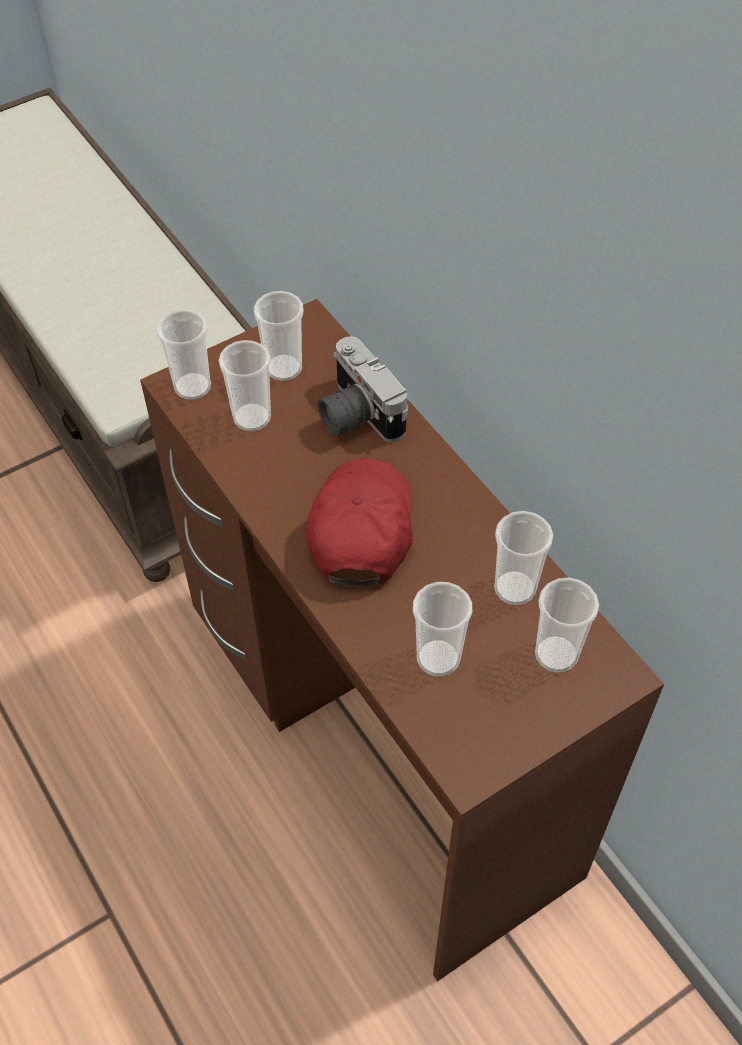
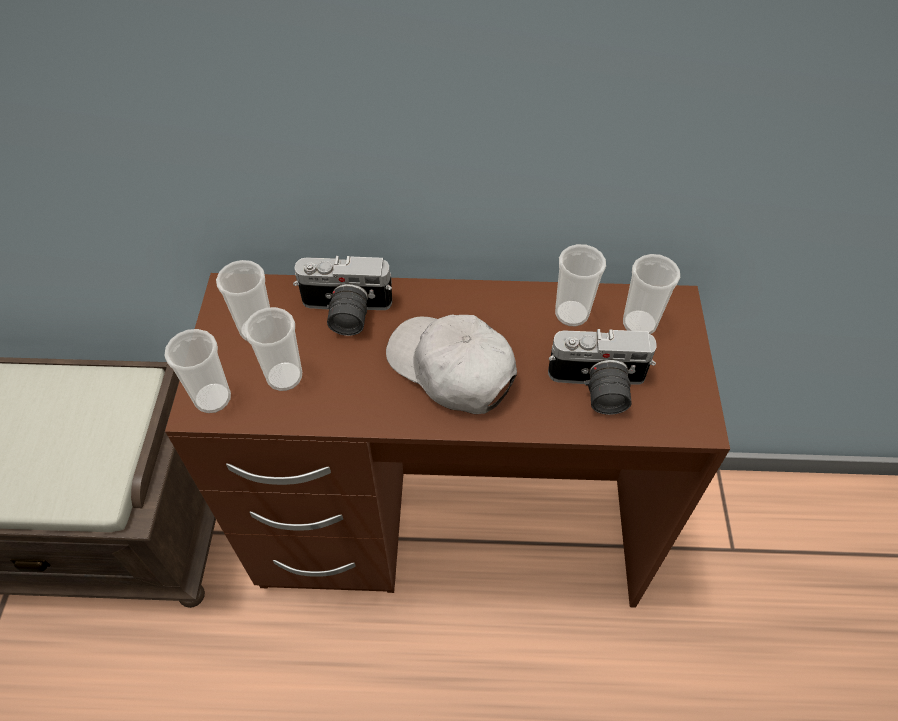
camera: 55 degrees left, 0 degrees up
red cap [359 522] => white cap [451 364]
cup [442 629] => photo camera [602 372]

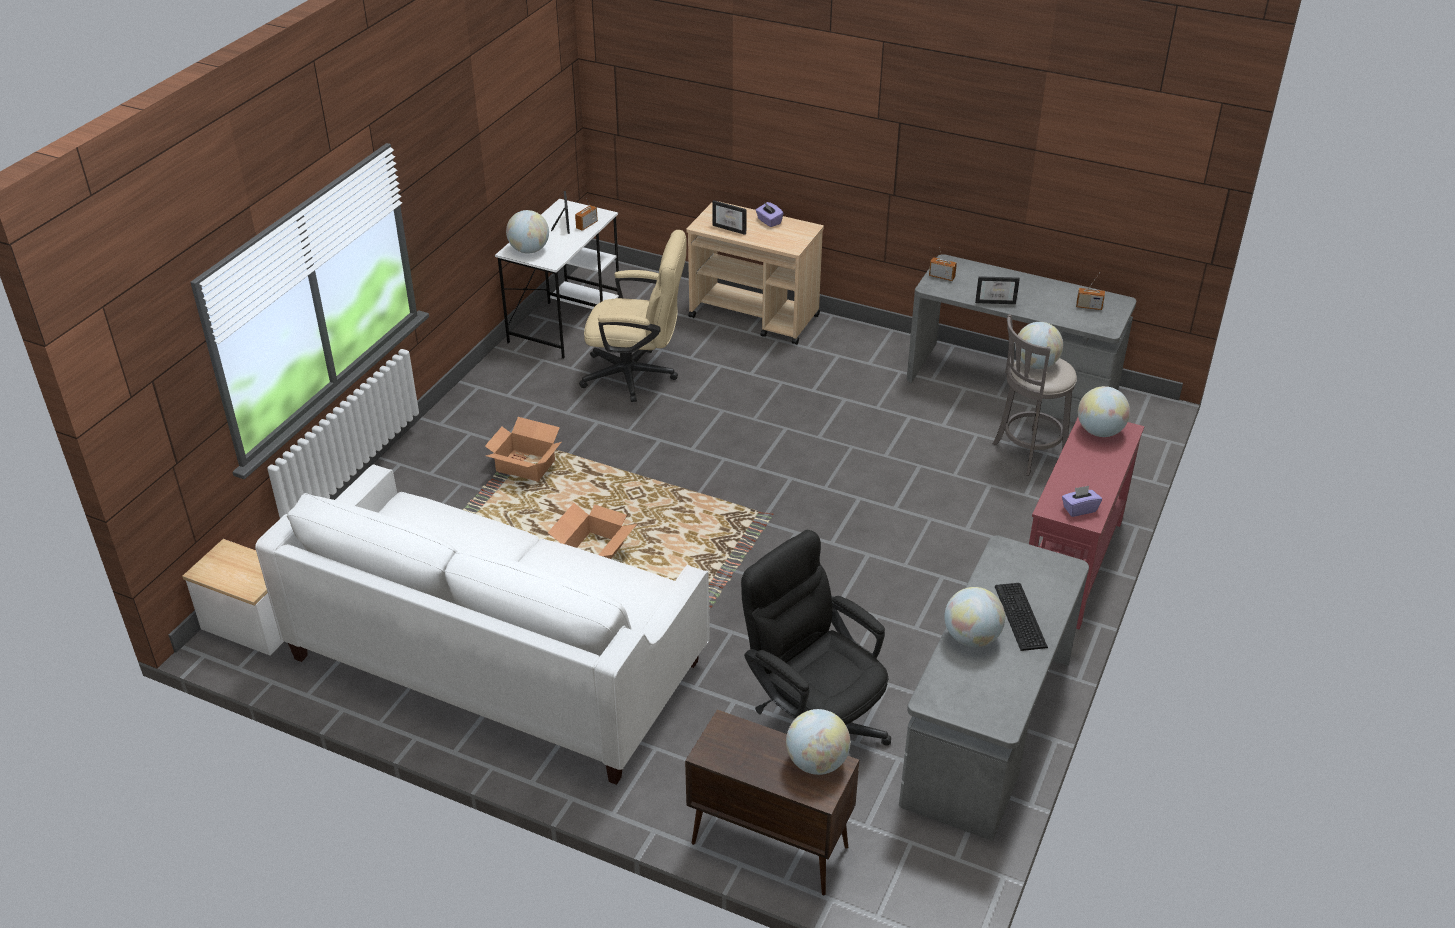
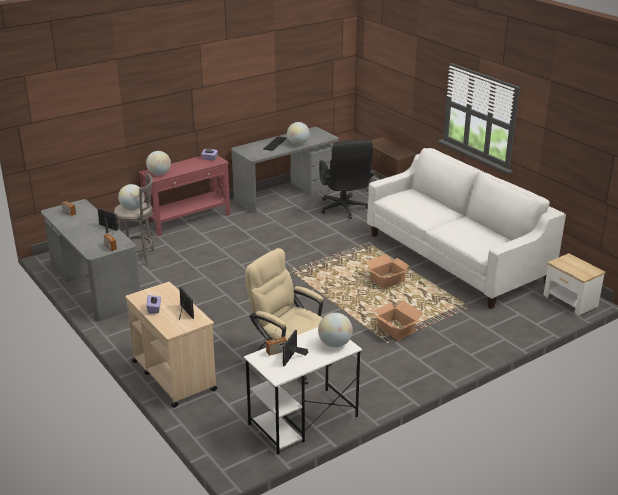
camera: 150 degrees left, 10 degrees down
globe [818 742] => nothing

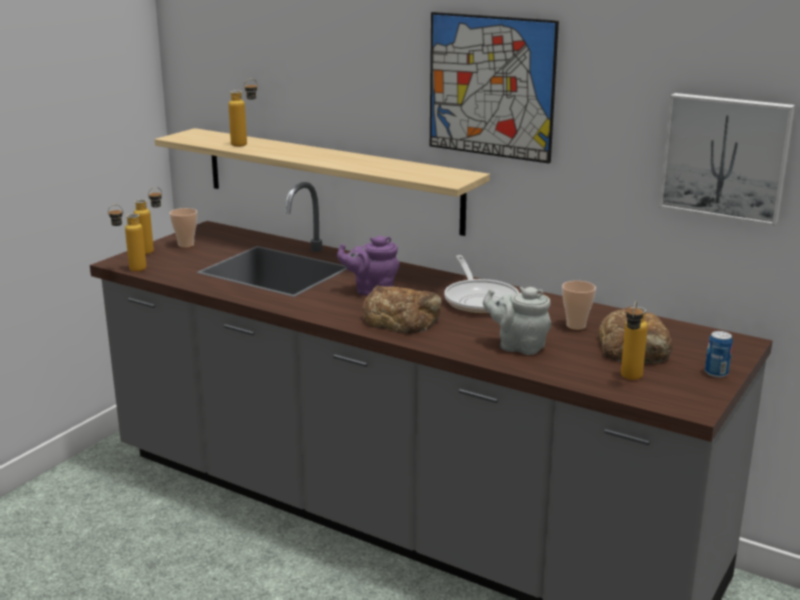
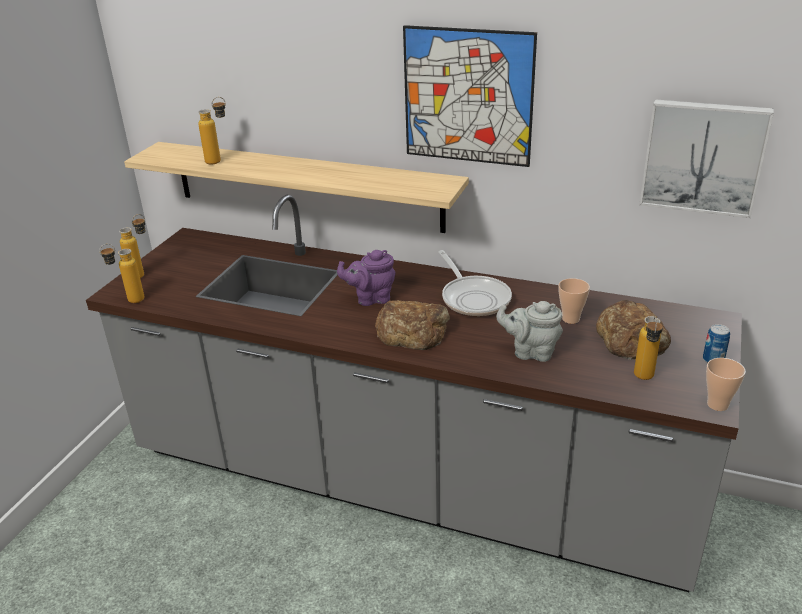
camera: 10 degrees left, 10 degrees up
cup [183 228] => cup [726 384], moved

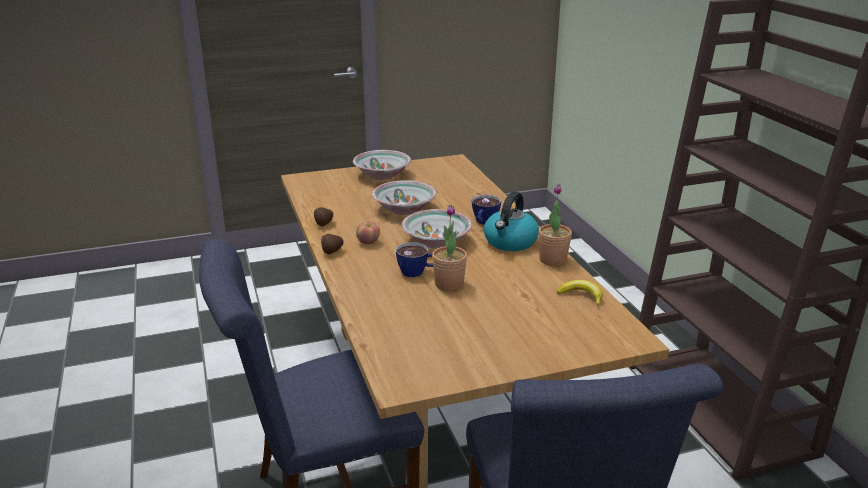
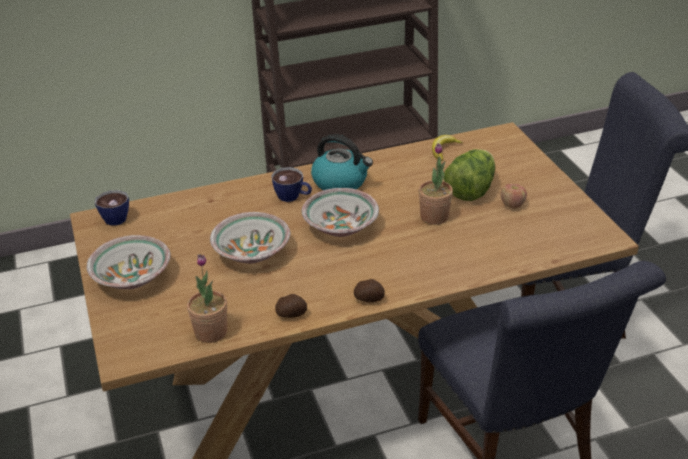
camera: 90 degrees left, 10 degrees up
cup [414 259] => cup [111 208], moved
potted plant [555 225] => potted plant [207 298], moved
nothing => lettuce [469 175]
apple [368 232] => apple [514 196], moved

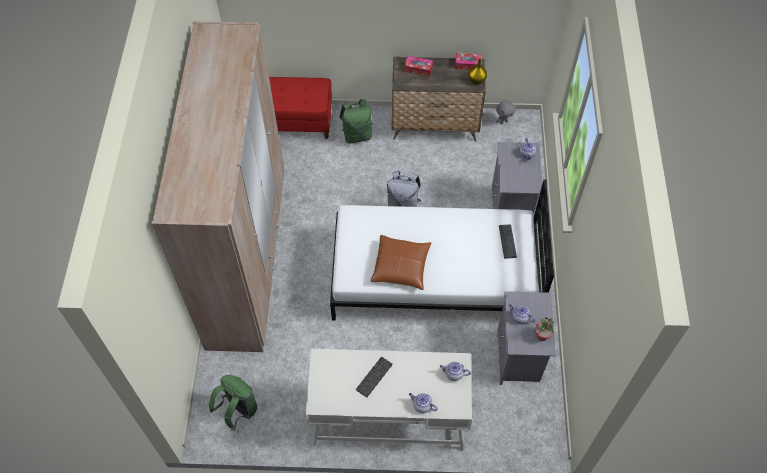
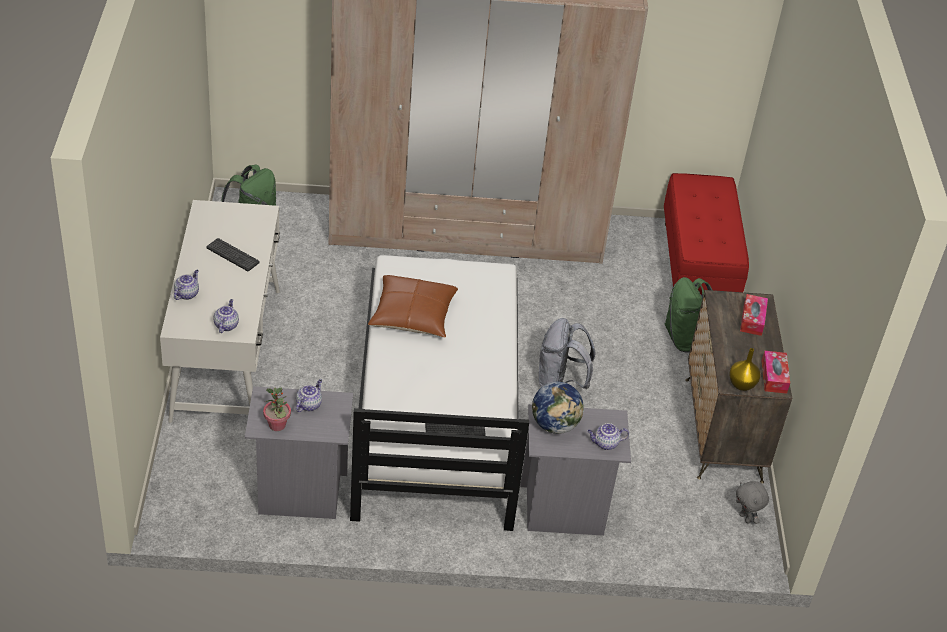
camera: 85 degrees right, 15 degrees down
nothing => globe [558 408]

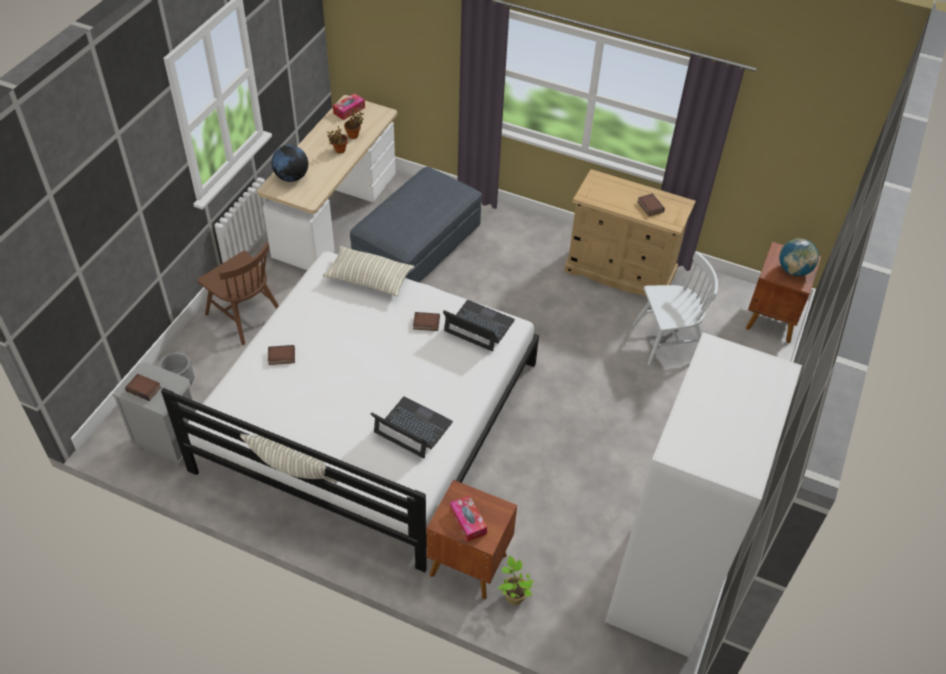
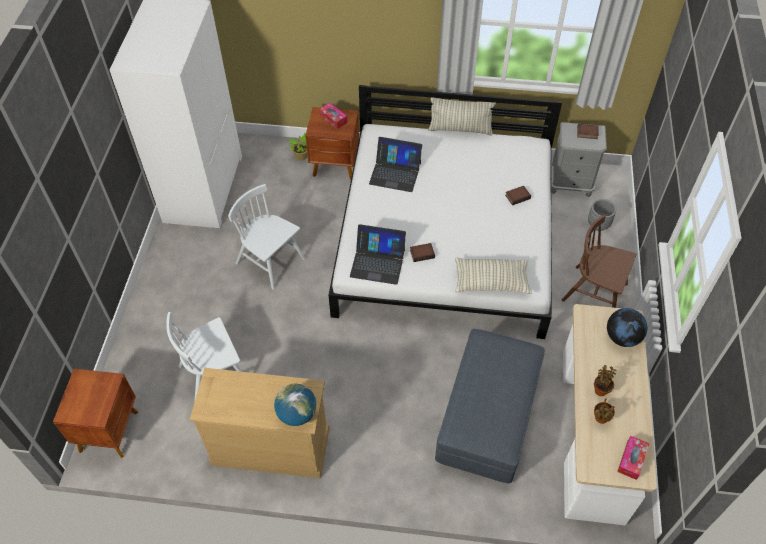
camera: 165 degrees right, 5 degrees up
nothing => white chair [267 237]
globe [799 257] => globe [295 405], moved
book [651 204] => nothing

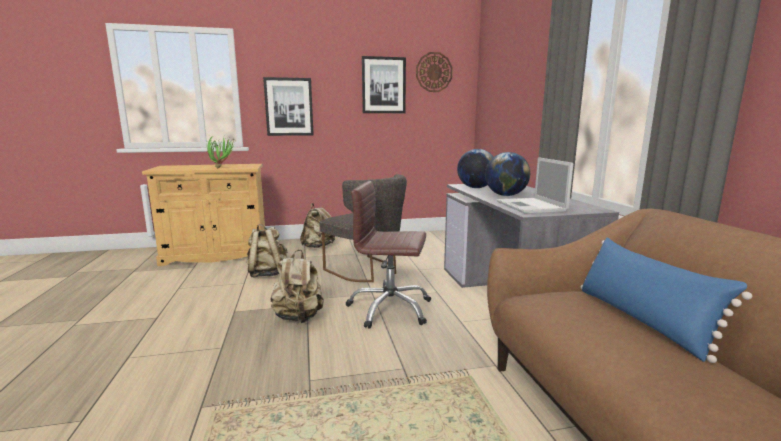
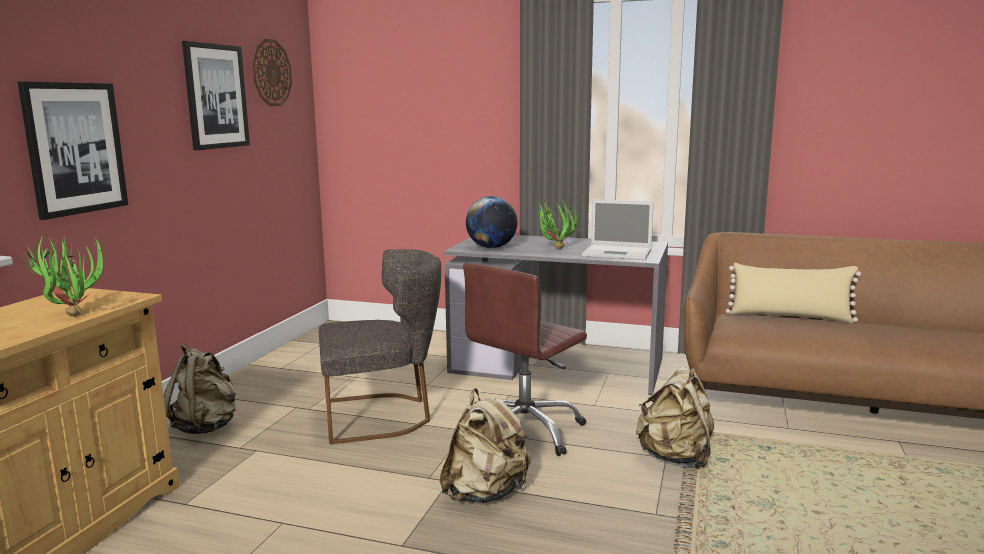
camera: 60 degrees left, 0 degrees up
globe [507 174] => potted plant [555 224]
beige backpack [266 251] => beige backpack [675 418], moved
blue pillow [666 300] => beige pillow [793 293]

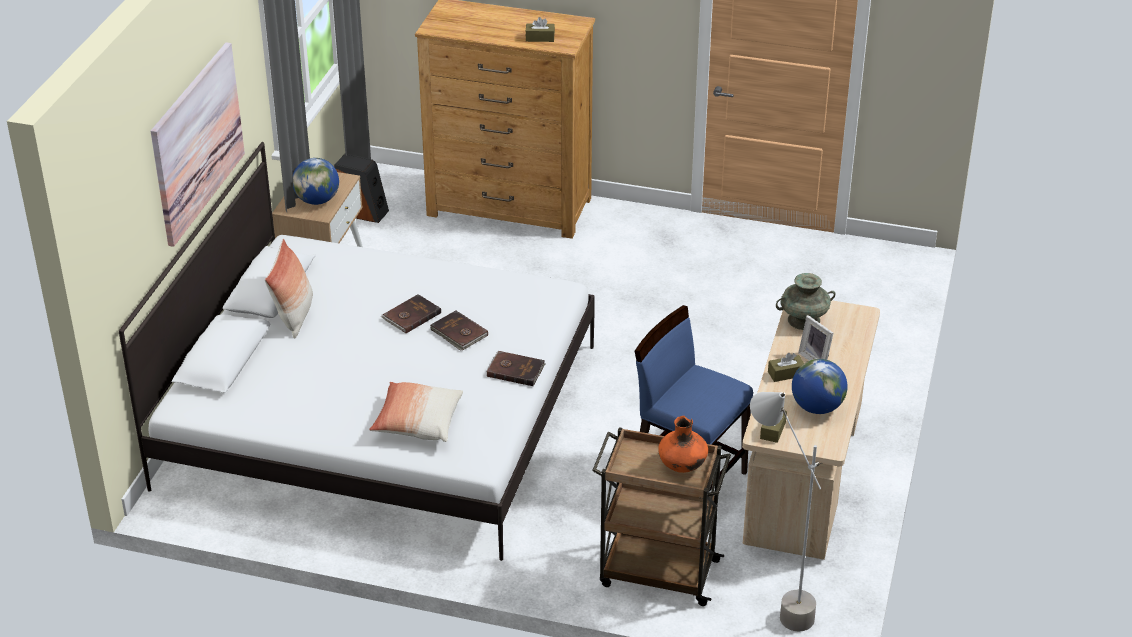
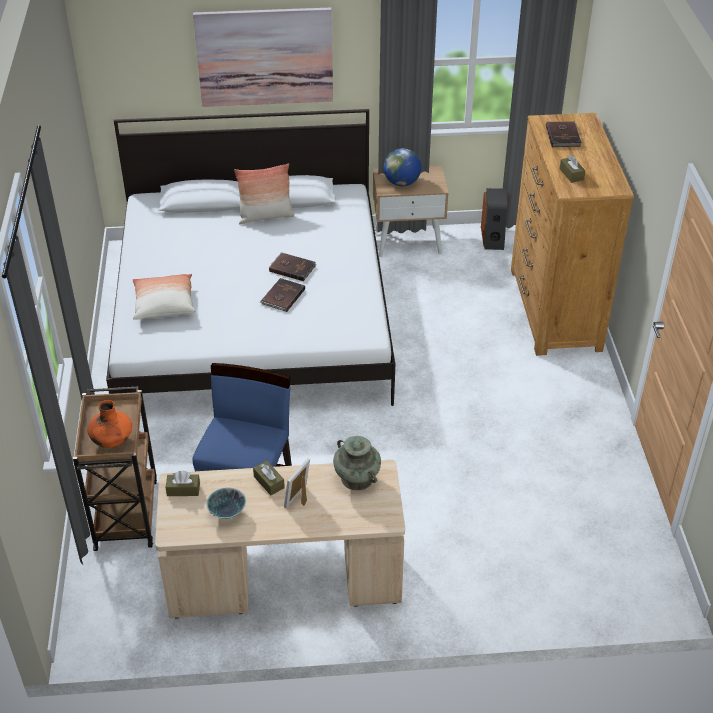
camera: 70 degrees right, 5 degrees up
globe [820 386] => bowl [226 503]
brown book [516 368] => brown book [564 134], moved
grey floor lamp [786 511] => nothing

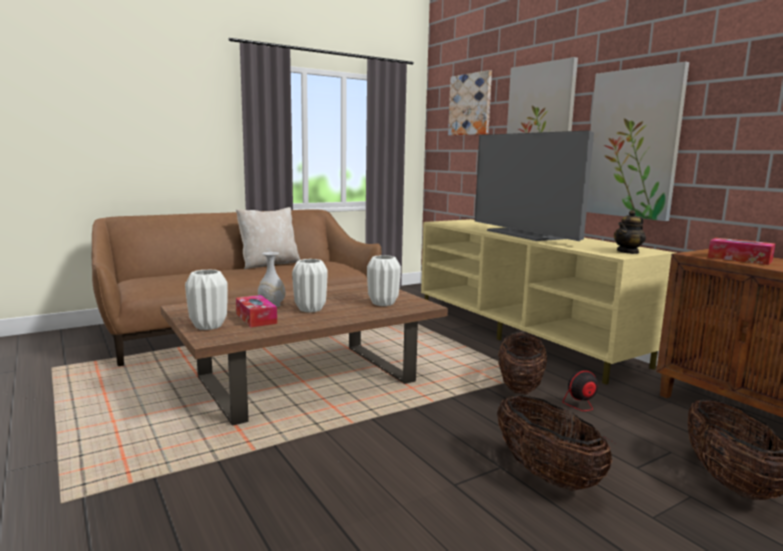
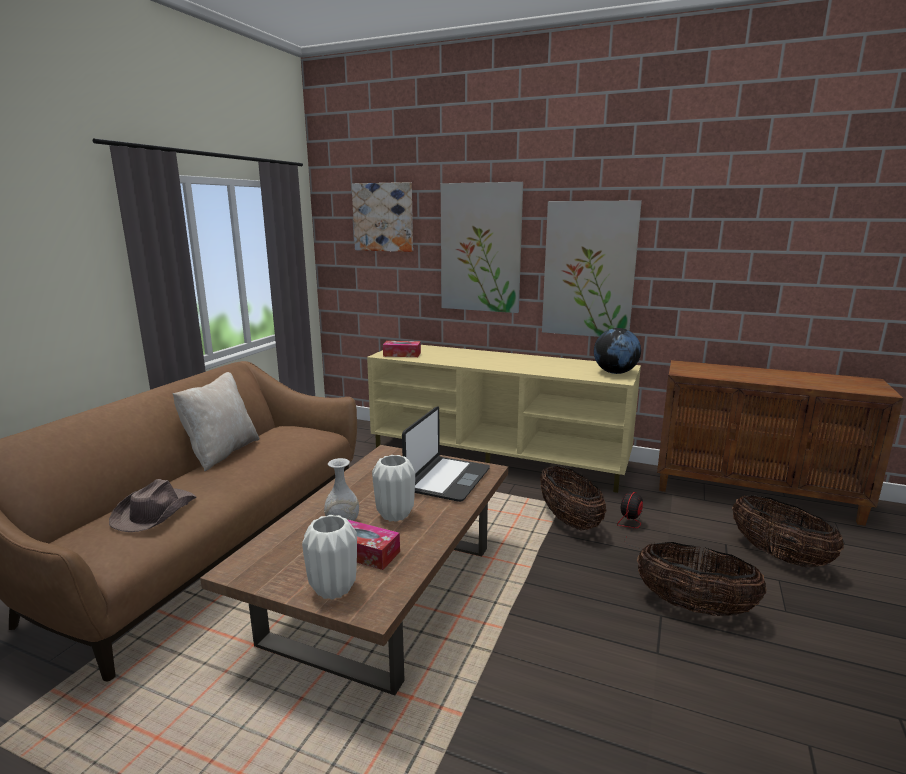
camera: 35 degrees left, 5 degrees up
nothing => brown hat [153 505]
tissue box [742 251] => tissue box [402 349], moved
white vase [384 280] => laptop [446 454]
teapot [630 232] => globe [617 351]
television [534 186] => nothing

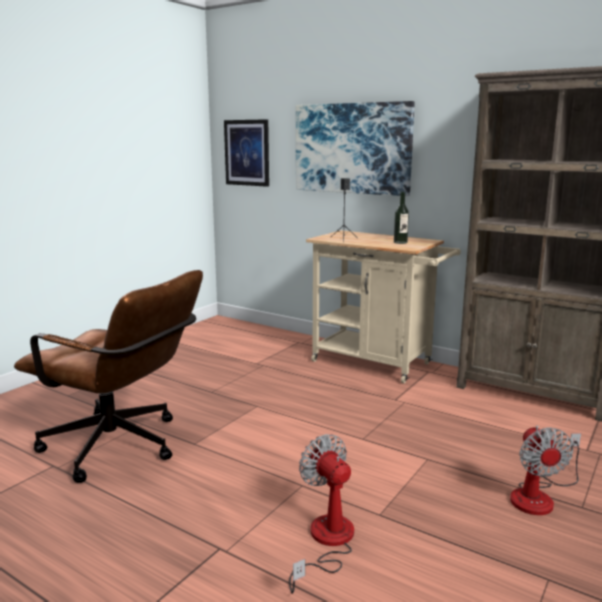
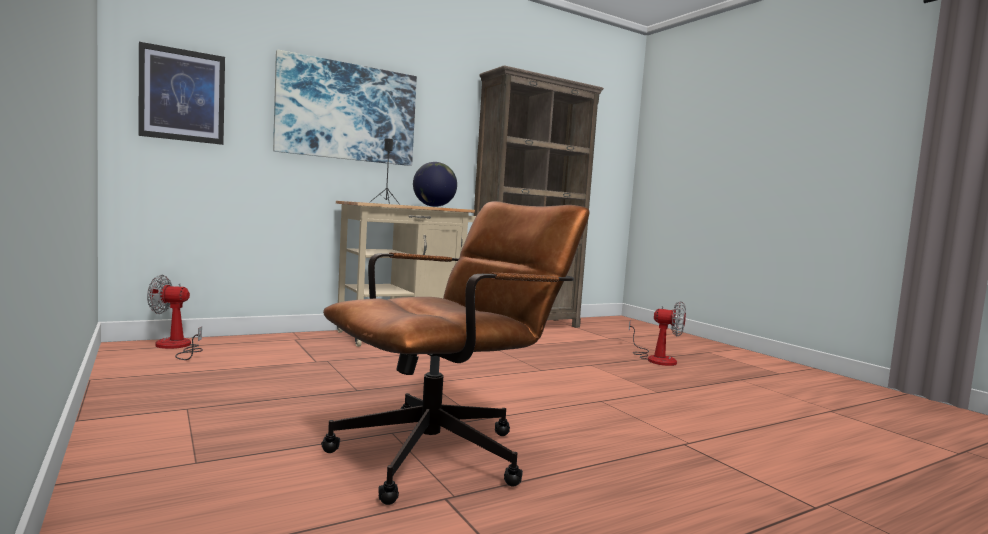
camera: 65 degrees left, 10 degrees down
fan [321 514] => fan [175 317], moved
bottle [401 218] => globe [435 184]

